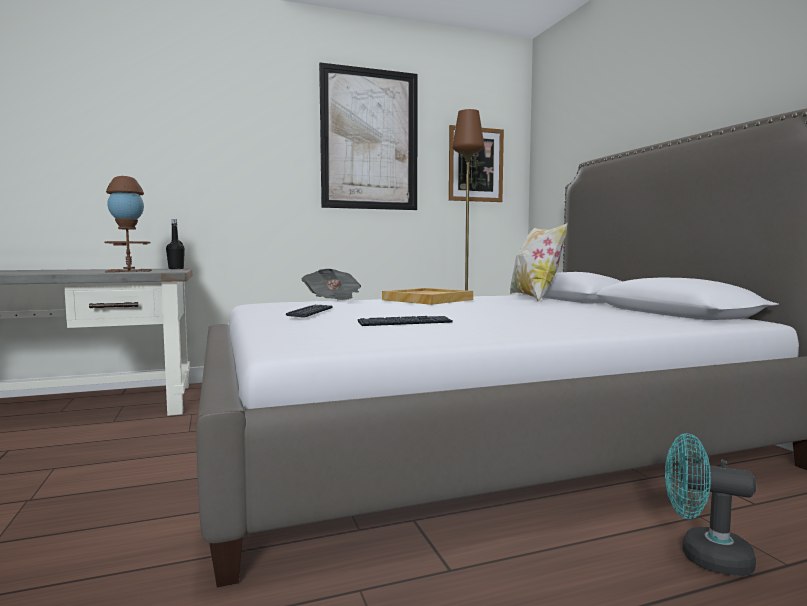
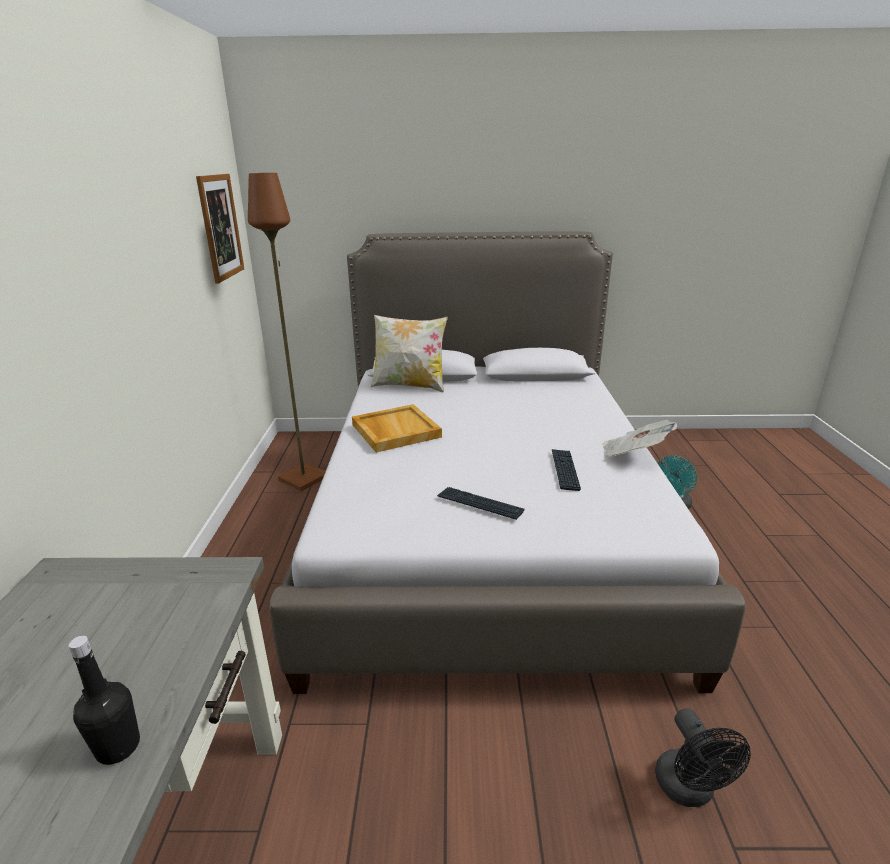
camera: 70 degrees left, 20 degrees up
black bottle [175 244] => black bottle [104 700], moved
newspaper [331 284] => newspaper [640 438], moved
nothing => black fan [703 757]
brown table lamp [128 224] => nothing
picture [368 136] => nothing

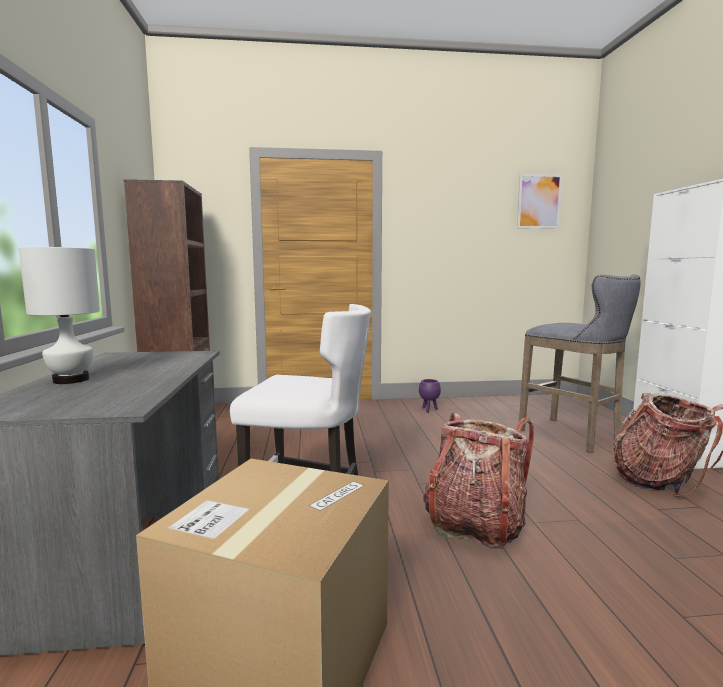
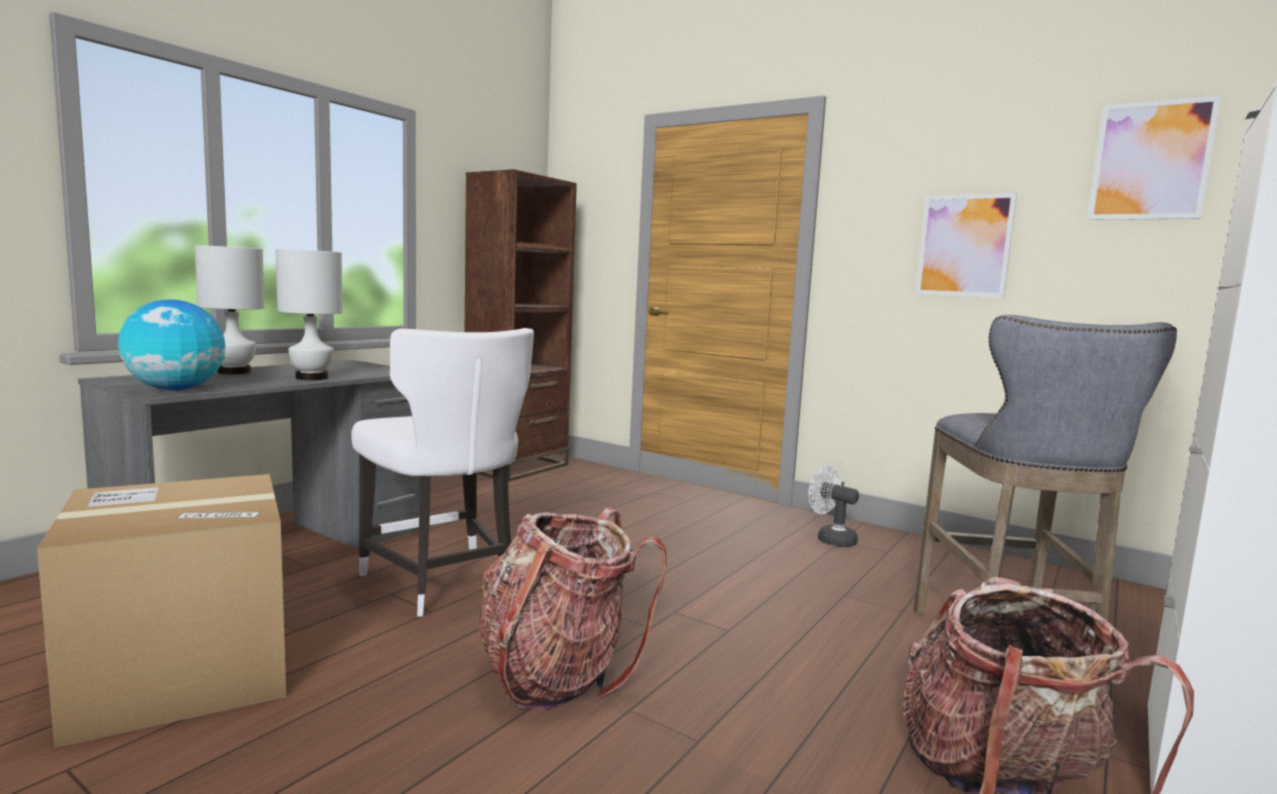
camera: 40 degrees right, 0 degrees up
nothing => globe [171 344]
nothing => white table lamp [308 314]
purple planter [430 395] => white fan [833 506]
nothing => picture [966 245]

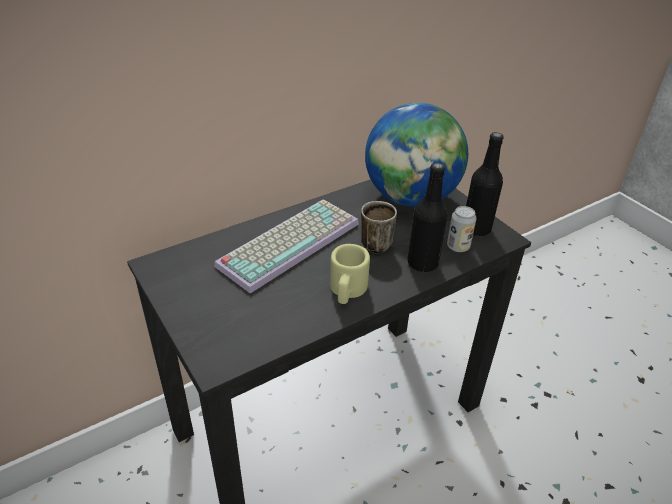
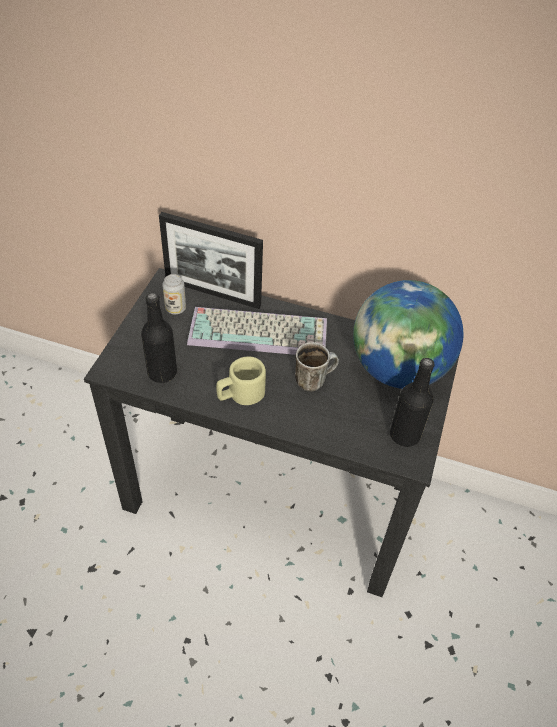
camera: 50 degrees right, 10 degrees up
black bottle [427 217] => black bottle [159 337], moved
nothing => picture frame [211 260]
can [462 229] => can [174 294], moved

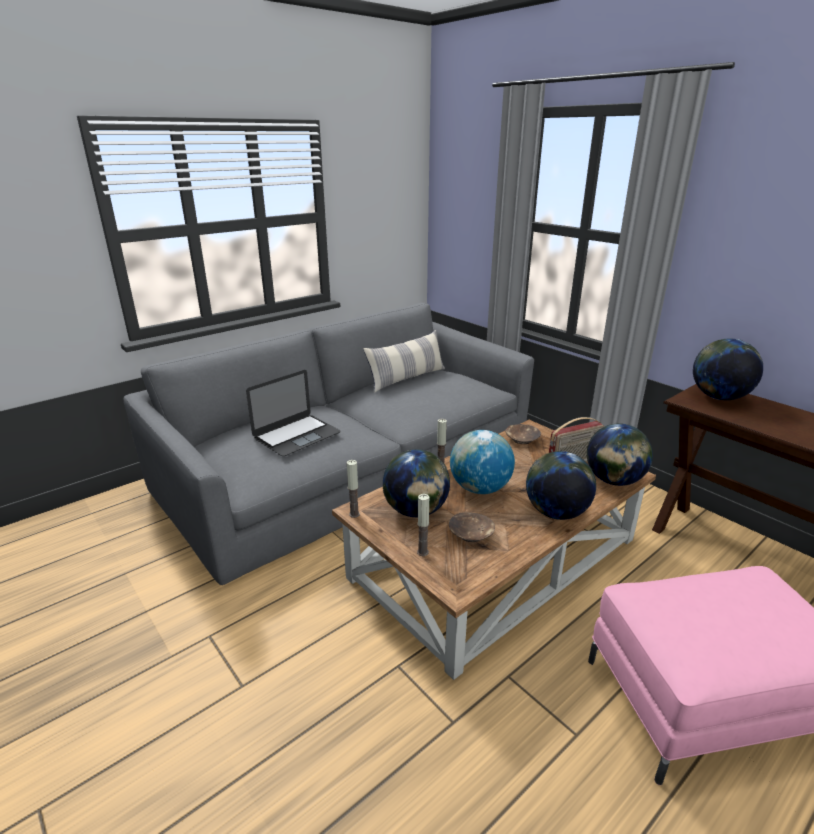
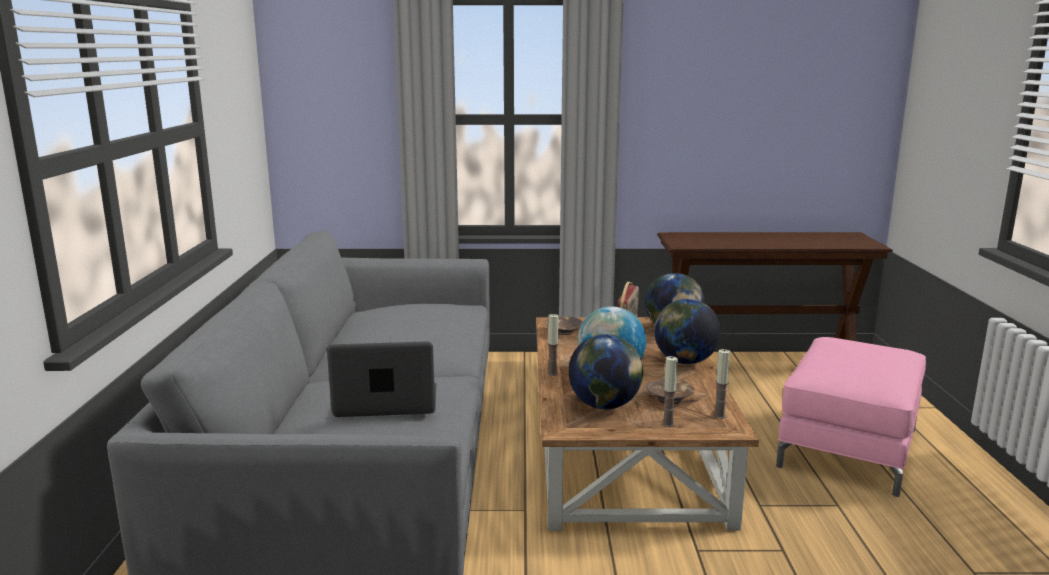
camera: 50 degrees left, 10 degrees down
laptop [293 413] => laptop [381 379], 90 degrees counterclockwise
candle [353 489] => candle [721 384], moved
pillow [404 361] => nothing
globe [728 369] => nothing

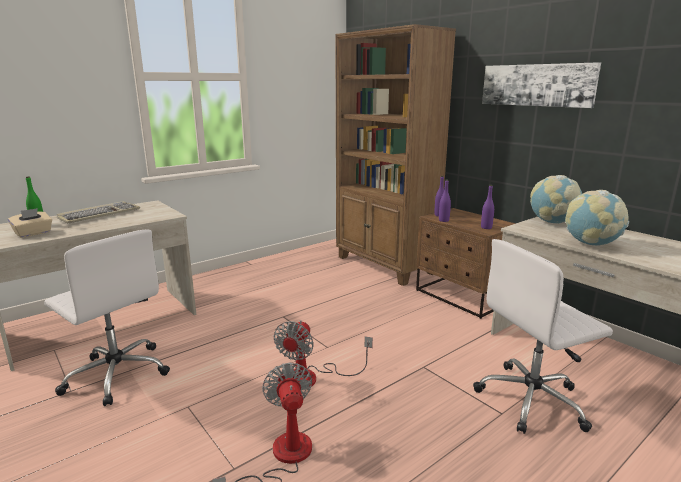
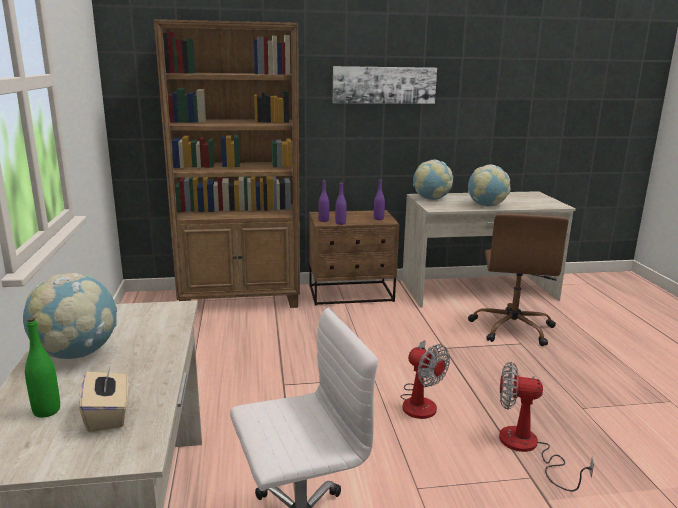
camera: 60 degrees left, 0 degrees up
keyboard [98 212] => globe [70 316]
white office chair [543 336] => brown office chair [518 279]

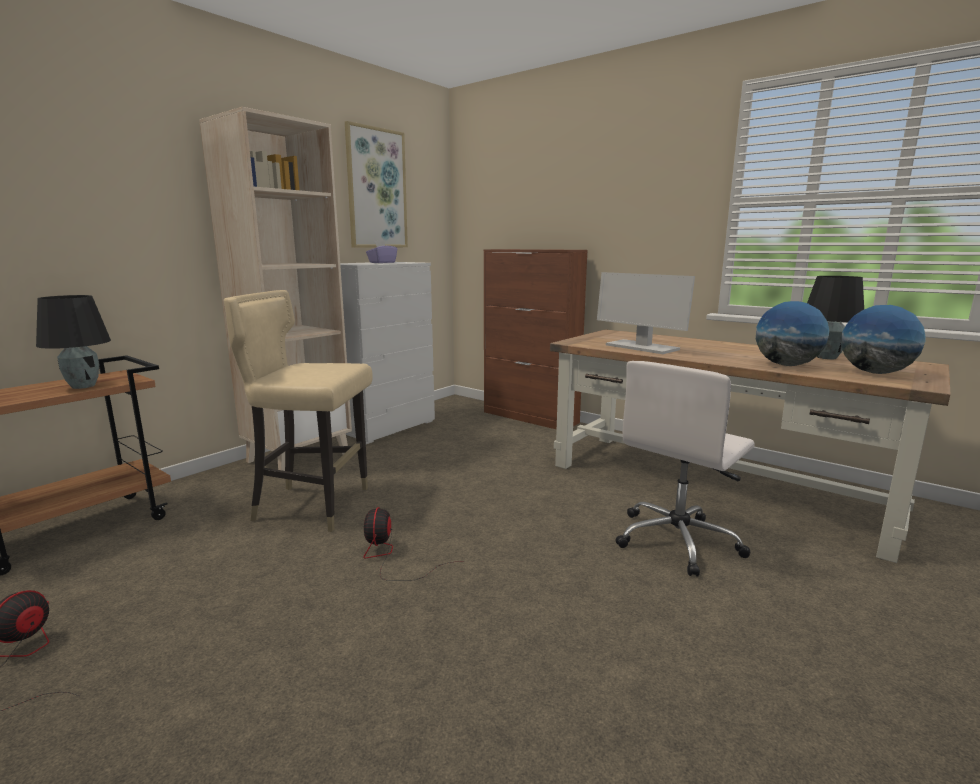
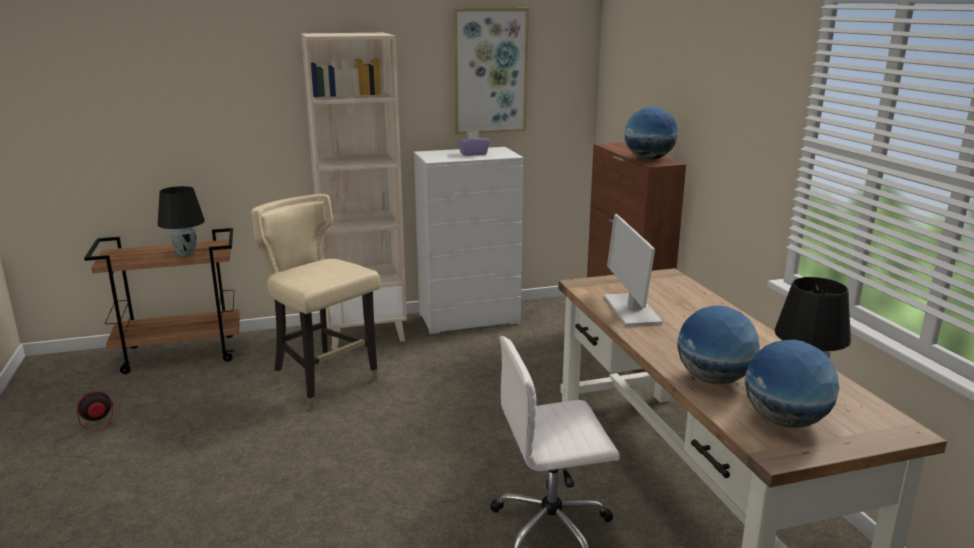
camera: 35 degrees right, 5 degrees up
nothing => globe [651 133]
fan [408 544] => nothing

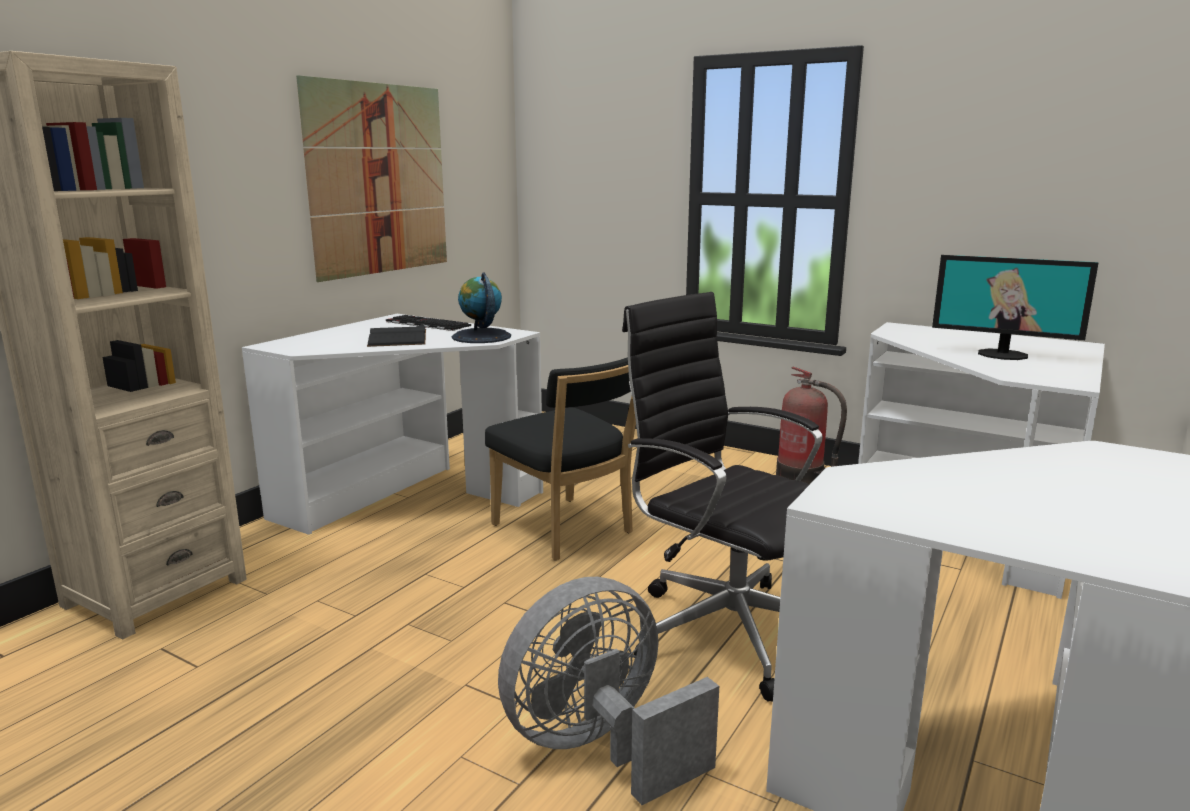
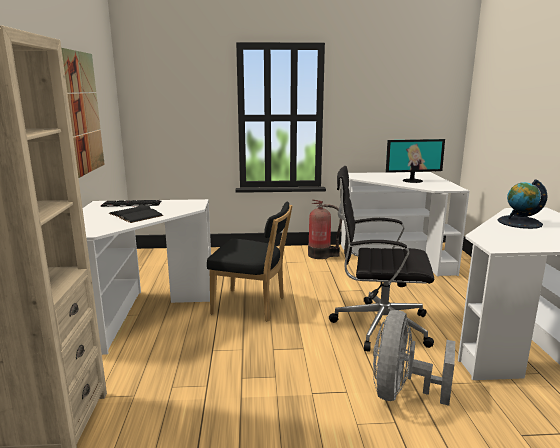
camera: 35 degrees left, 0 degrees up
globe [481 308] => globe [523 204], moved

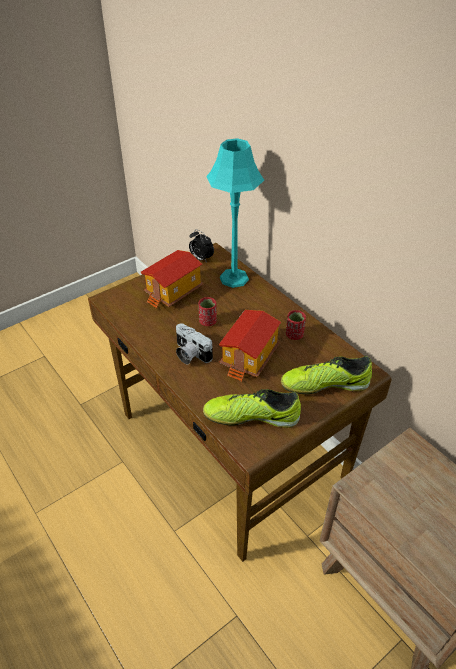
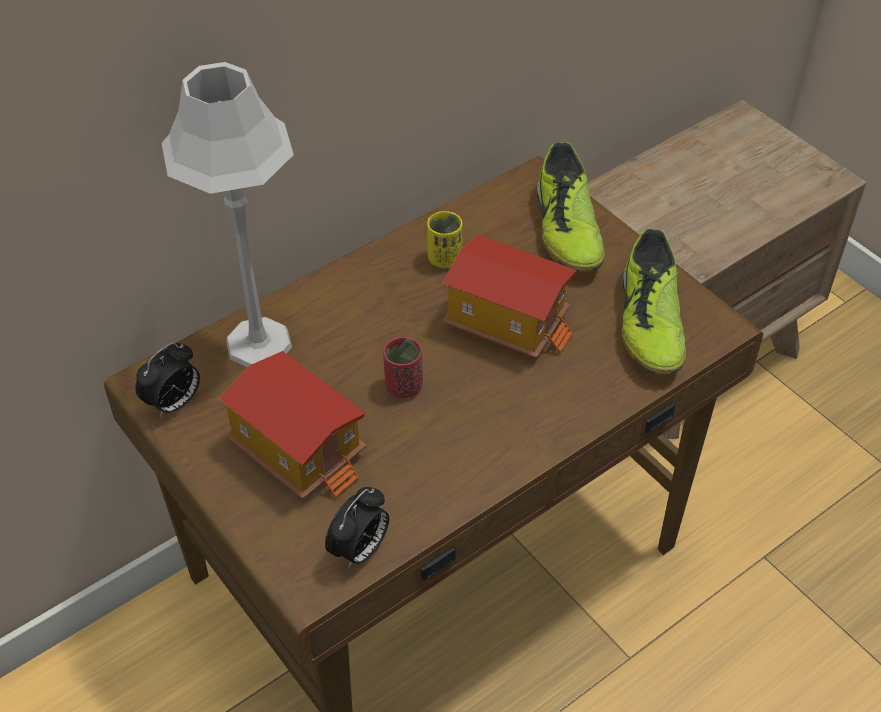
camera: 90 degrees left, 5 degrees up
turquoise table lamp [235 213] => grey table lamp [227 214]
nothing => alarm clock [357 527]
red cup [296 325] => yellow cup [445 239]
photo camera [194 344] => nothing

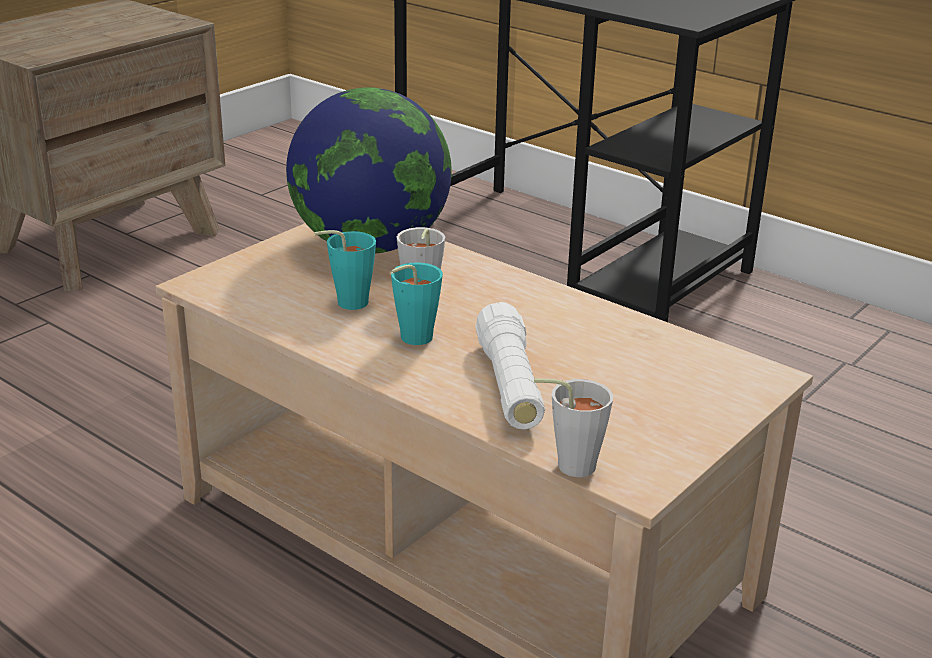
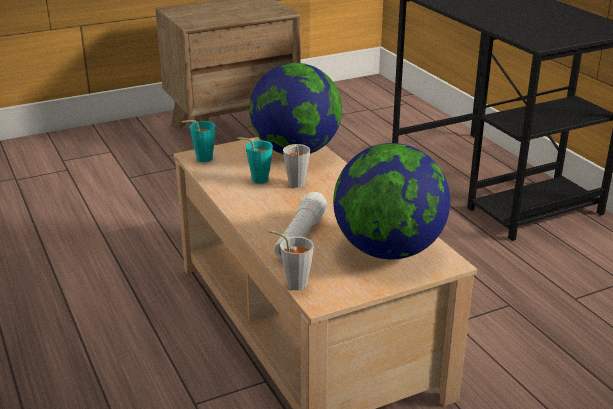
camera: 25 degrees right, 0 degrees up
turquoise cup [417 303] => turquoise cup [198 141], moved
nothing => globe [391 201]

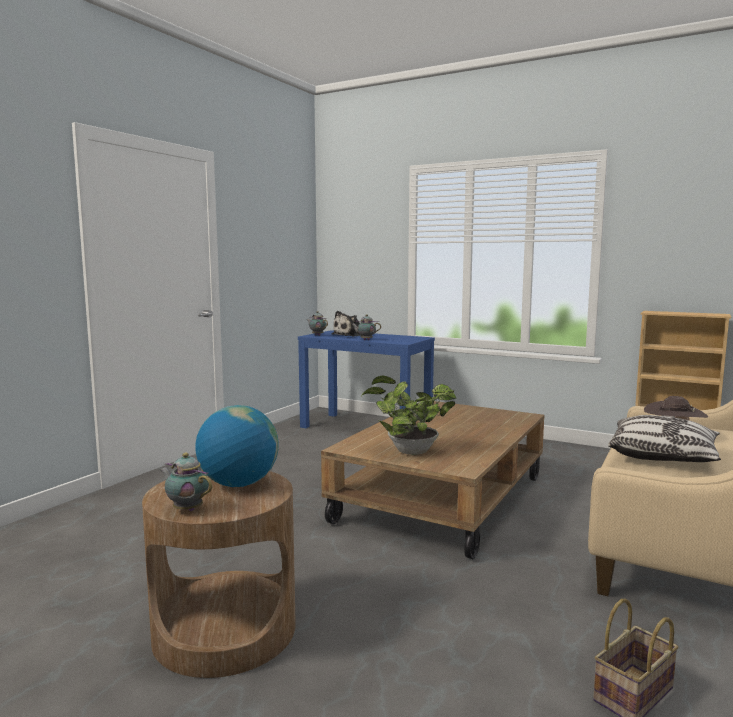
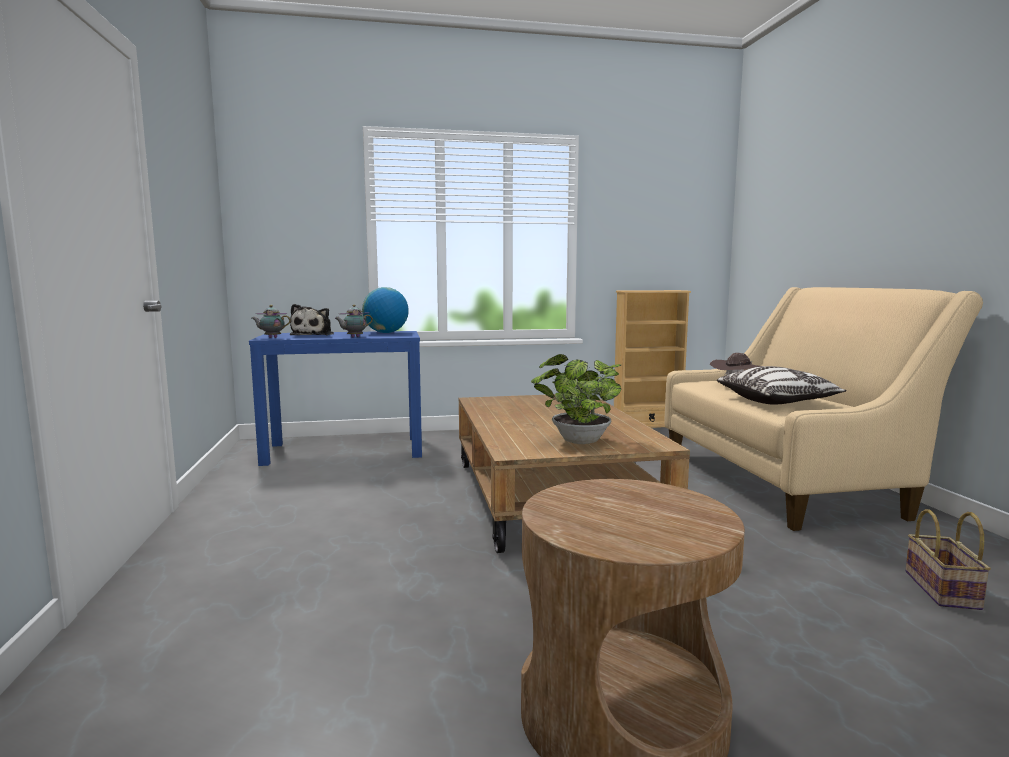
camera: 40 degrees left, 0 degrees up
globe [237 446] => globe [385 310], moved
teapot [186 482] => nothing

